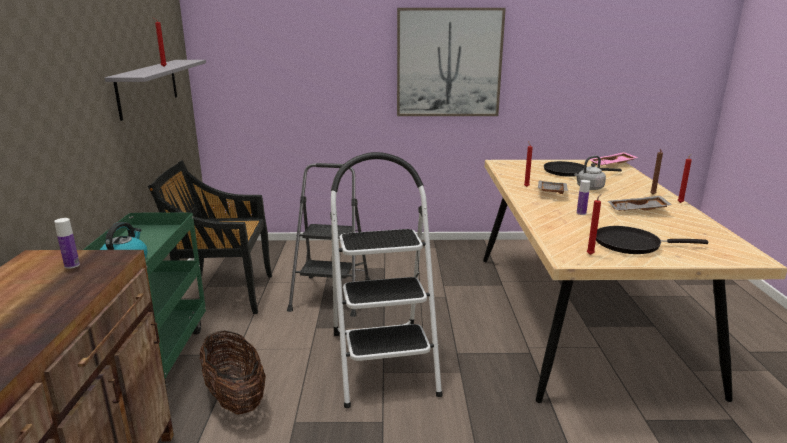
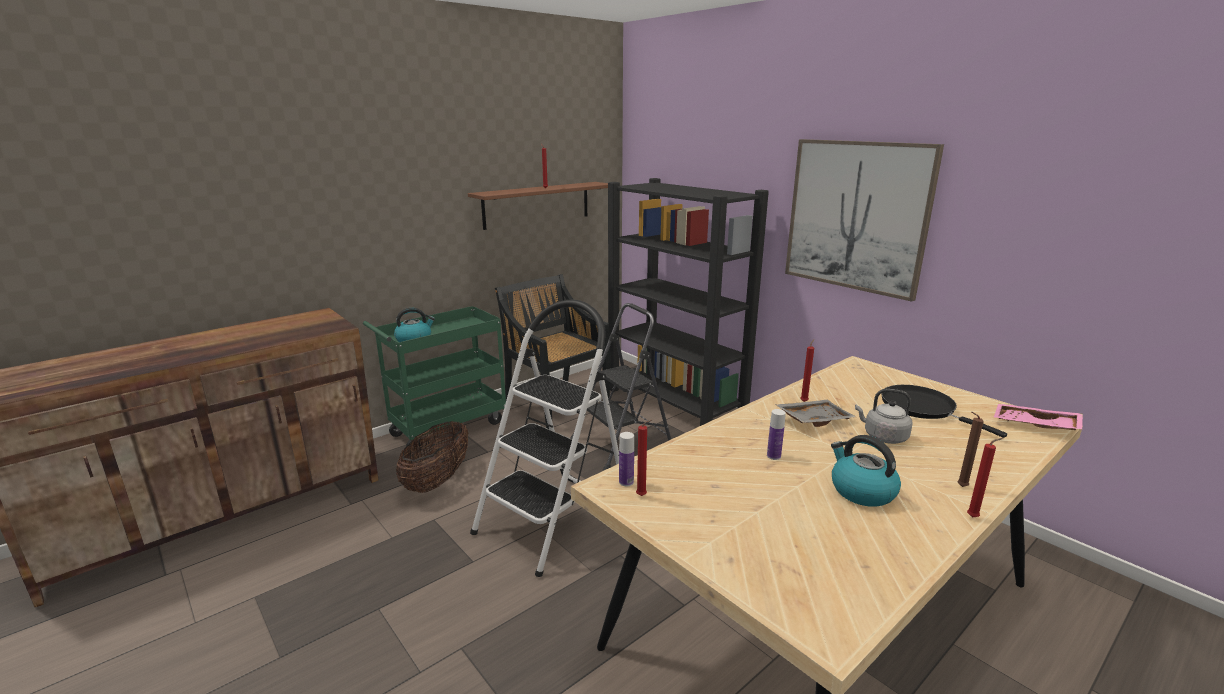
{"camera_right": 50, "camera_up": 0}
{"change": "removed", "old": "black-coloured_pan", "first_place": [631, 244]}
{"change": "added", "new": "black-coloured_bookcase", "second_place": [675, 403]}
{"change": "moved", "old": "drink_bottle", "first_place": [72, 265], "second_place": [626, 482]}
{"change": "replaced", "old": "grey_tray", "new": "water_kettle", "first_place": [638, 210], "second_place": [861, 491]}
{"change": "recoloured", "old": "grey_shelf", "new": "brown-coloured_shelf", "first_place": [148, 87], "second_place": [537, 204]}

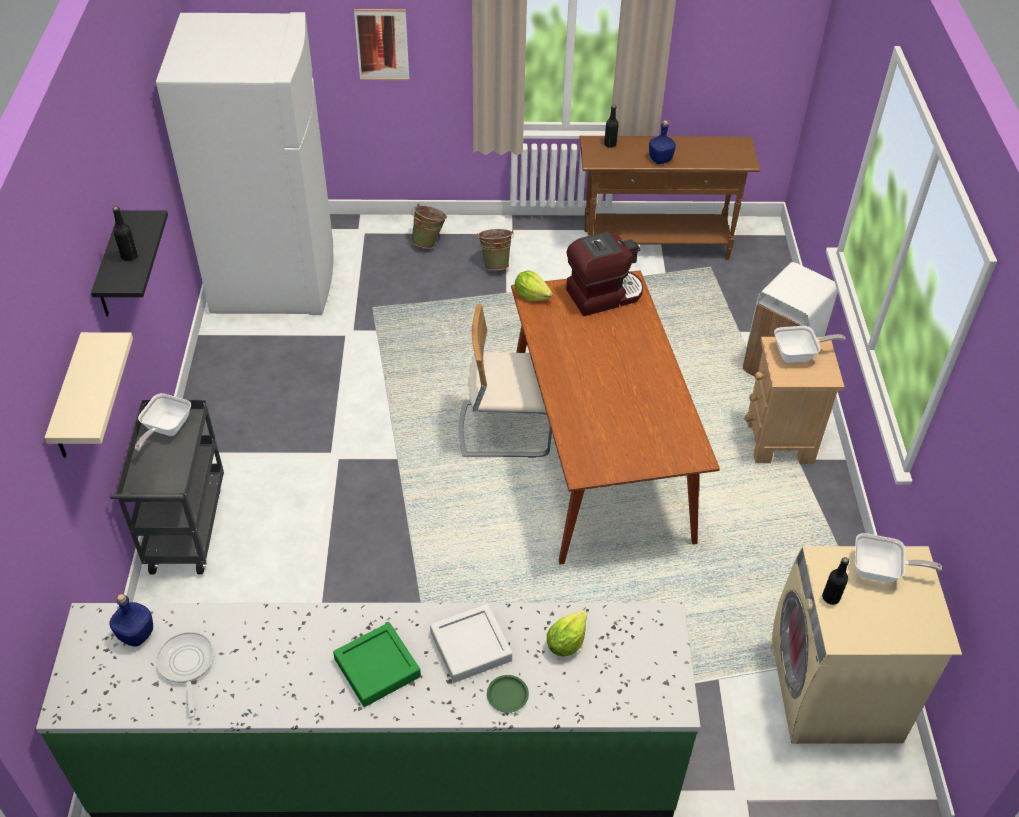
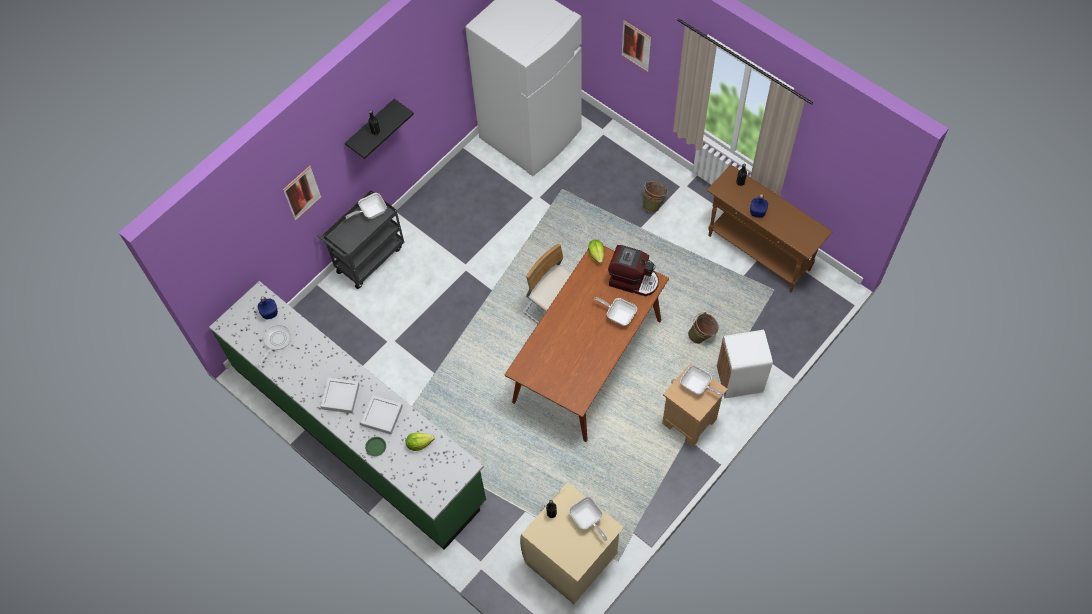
{"camera_right": 45, "camera_up": 15}
{"change": "added", "new": "pan", "second_place": [618, 315]}
{"change": "moved", "old": "greenish_pail", "first_place": [429, 242], "second_place": [702, 336]}
{"change": "replaced", "old": "beige_shelf", "new": "wall_picture", "first_place": [69, 400], "second_place": [302, 193]}
{"change": "recoloured", "old": "greenish_tray", "new": "grey_tray", "first_place": [377, 668], "second_place": [340, 397]}

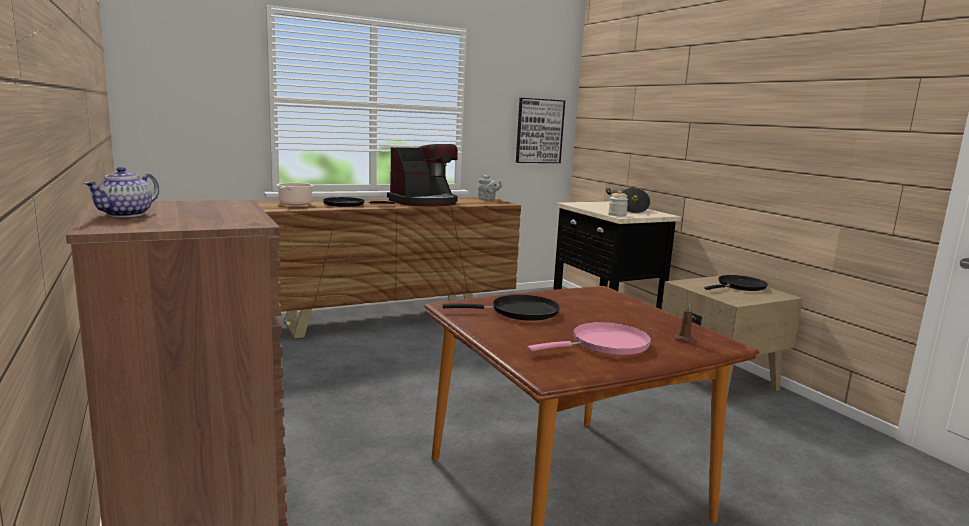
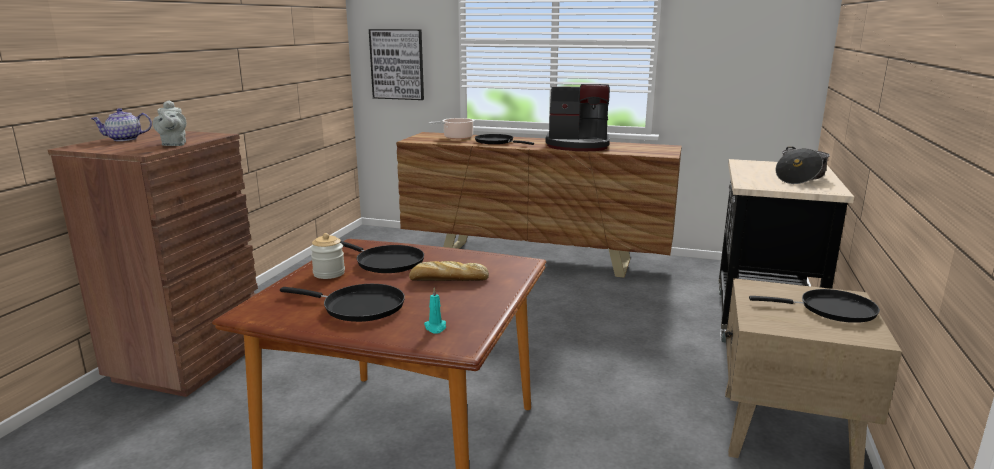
{"camera_right": 45, "camera_up": 5}
{"change": "added", "new": "bread", "second_place": [447, 280]}
{"change": "moved", "old": "grey_teapot", "first_place": [488, 199], "second_place": [173, 144]}
{"change": "moved", "old": "wall_picture", "first_place": [539, 131], "second_place": [397, 64]}
{"change": "moved", "old": "preserve_jar", "first_place": [617, 215], "second_place": [329, 273]}
{"change": "recoloured", "old": "pinkish_pan", "new": "black-coloured_pan", "first_place": [605, 344], "second_place": [358, 307]}
{"change": "recoloured", "old": "brown-coloured_wax_candle", "new": "turquoise-coloured_wax_candle", "first_place": [685, 340], "second_place": [435, 327]}

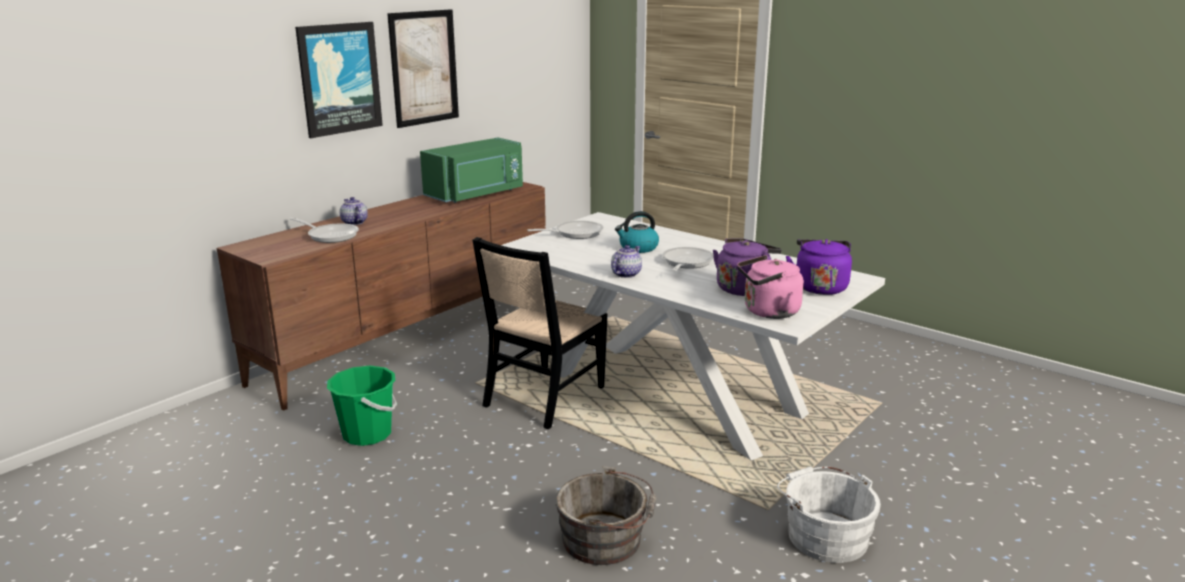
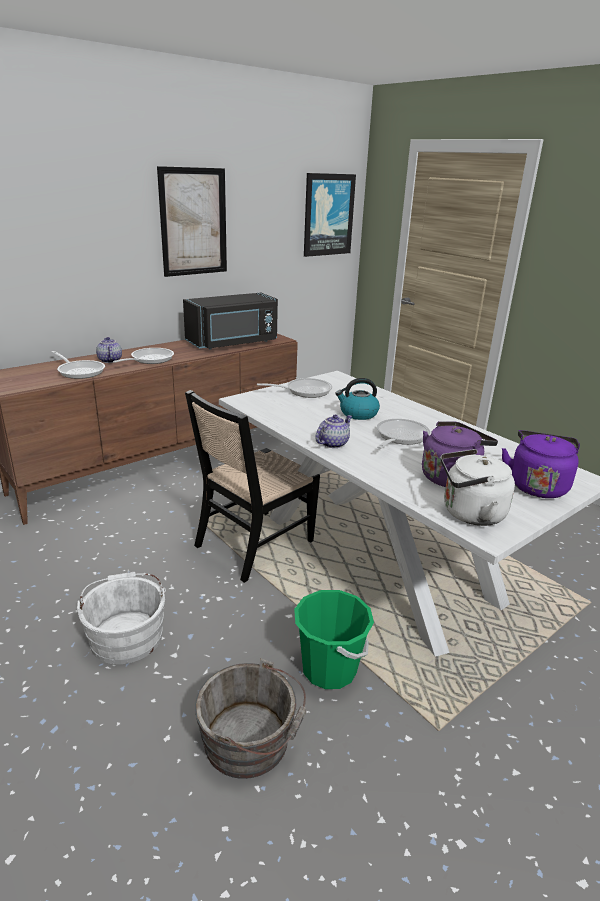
{"camera_right": 10, "camera_up": 5}
{"change": "added", "new": "pan", "second_place": [149, 359]}
{"change": "moved", "old": "wall_picture", "first_place": [339, 78], "second_place": [328, 215]}
{"change": "moved", "old": "greenish_pail", "first_place": [367, 434], "second_place": [329, 669]}
{"change": "moved", "old": "white-coloured_pail", "first_place": [824, 535], "second_place": [126, 634]}
{"change": "recoloured", "old": "greenish_microwave", "new": "black-coloured_microwave", "first_place": [477, 194], "second_place": [233, 343]}
{"change": "recoloured", "old": "pinkish_water_kettle", "new": "white-coloured_water_kettle", "first_place": [768, 312], "second_place": [469, 513]}

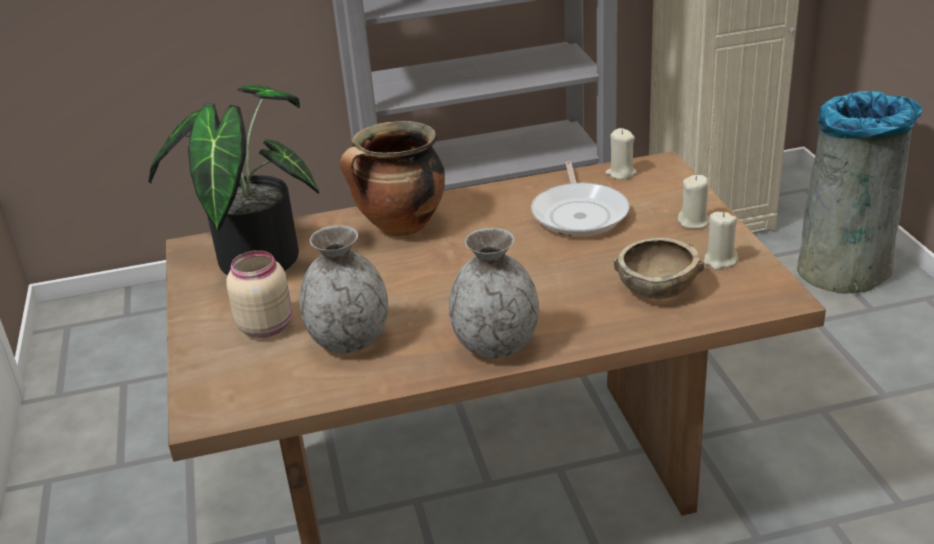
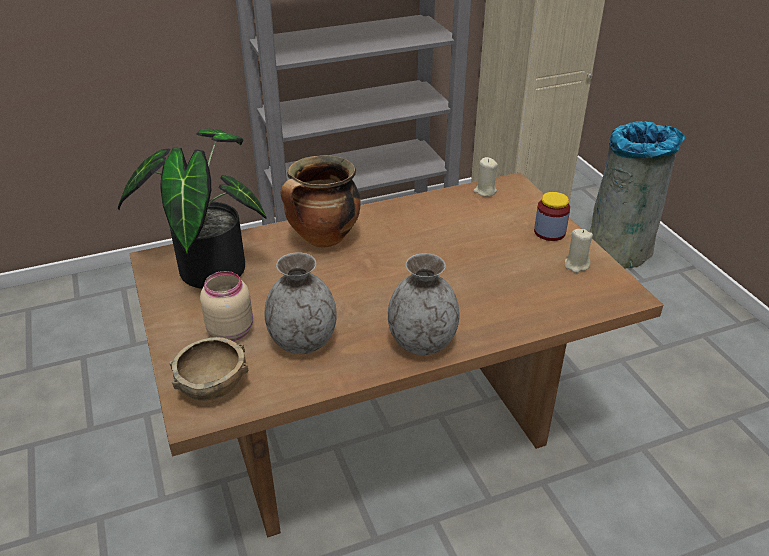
{"camera_right": -10, "camera_up": 5}
{"change": "removed", "old": "pan", "first_place": [579, 213]}
{"change": "moved", "old": "brown-coloured_bowl", "first_place": [657, 288], "second_place": [213, 384]}
{"change": "replaced", "old": "beige_wax_candle", "new": "preserve_jar", "first_place": [694, 222], "second_place": [549, 232]}

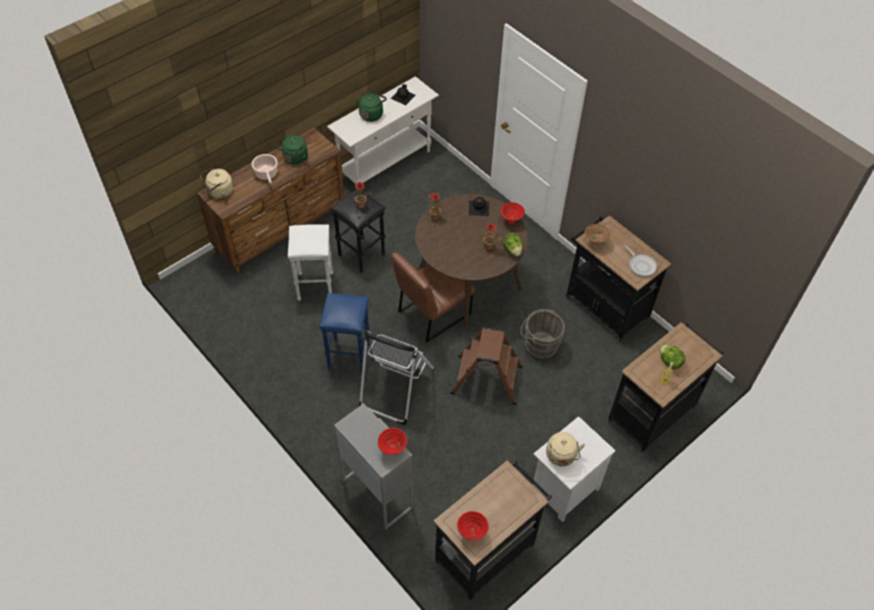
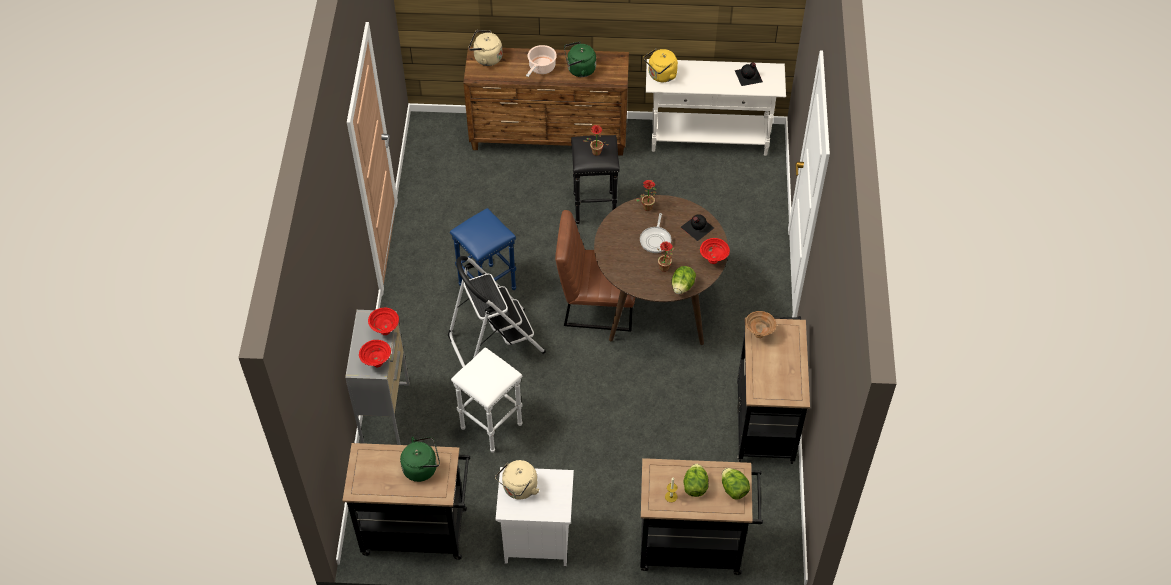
{"camera_right": 45, "camera_up": 0}
{"change": "removed", "old": "brown-coloured_step_ladder", "first_place": [486, 379]}
{"change": "removed", "old": "grey_pail", "first_place": [539, 344]}
{"change": "added", "new": "yellow_water_kettle", "second_place": [661, 75]}
{"change": "added", "new": "lettuce_head", "second_place": [734, 489]}
{"change": "moved", "old": "white-coloured_sitting_stool", "first_place": [316, 285], "second_place": [493, 426]}
{"change": "moved", "old": "greenish_water_kettle", "first_place": [371, 114], "second_place": [422, 467]}
{"change": "moved", "old": "red_bowl", "first_place": [471, 532], "second_place": [385, 330]}
{"change": "moved", "old": "pan", "first_place": [641, 265], "second_place": [656, 240]}

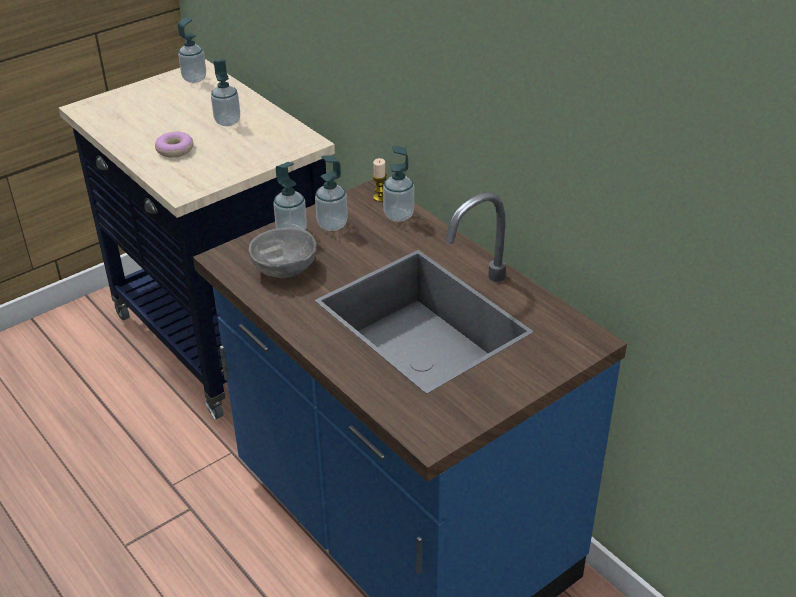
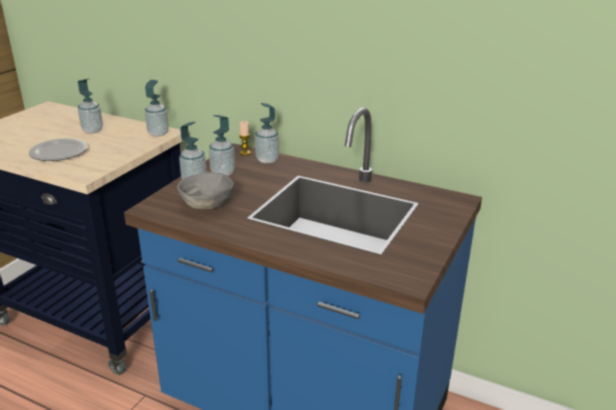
{"camera_right": -25, "camera_up": -10}
{"change": "moved", "old": "liquid_soap_bottle", "first_place": [194, 78], "second_place": [158, 133]}
{"change": "replaced", "old": "donut", "new": "plate", "first_place": [175, 150], "second_place": [60, 152]}

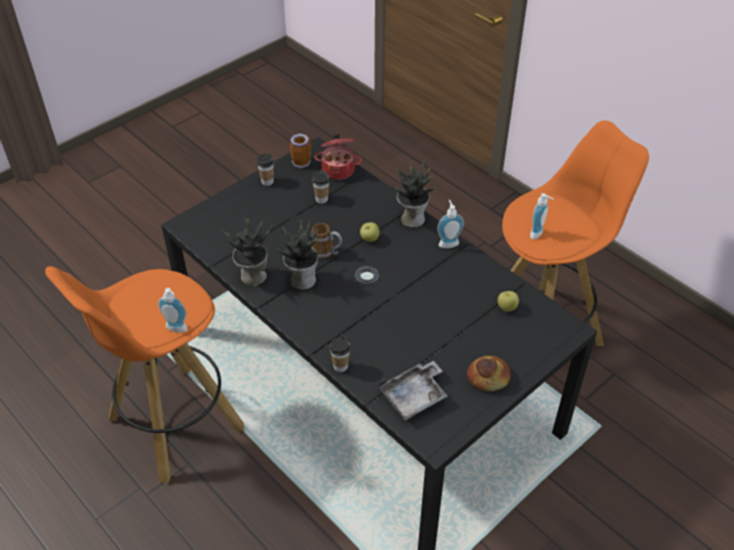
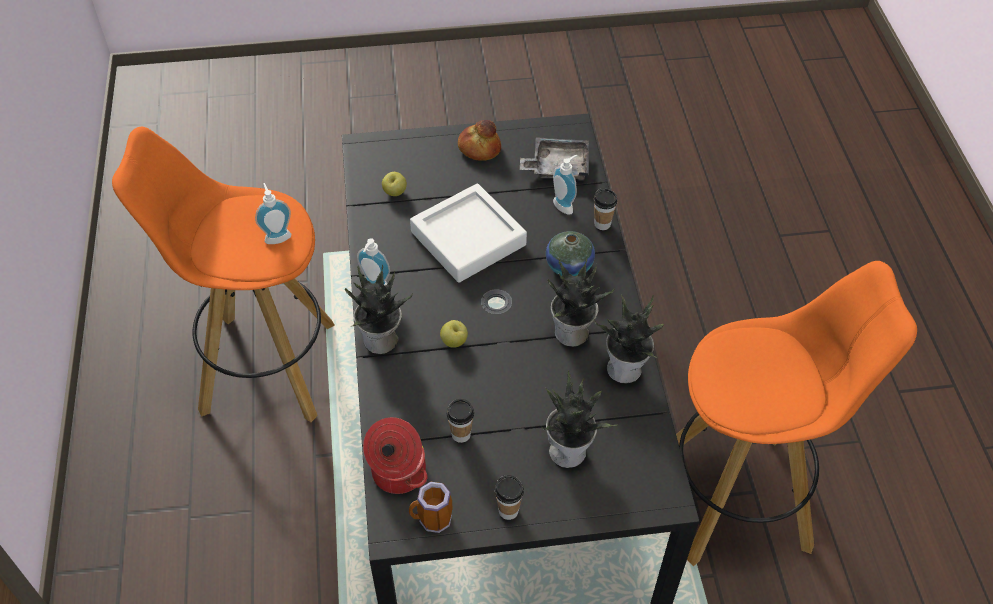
{"camera_right": -145, "camera_up": 5}
{"change": "removed", "old": "coffee_mug", "first_place": [326, 252]}
{"change": "added", "new": "white-coloured_tray", "second_place": [468, 238]}
{"change": "added", "new": "plant_in_a_pot", "second_place": [569, 451]}
{"change": "added", "new": "vase", "second_place": [569, 266]}
{"change": "moved", "old": "liquid_soap_bottle", "first_place": [175, 329], "second_place": [565, 205]}

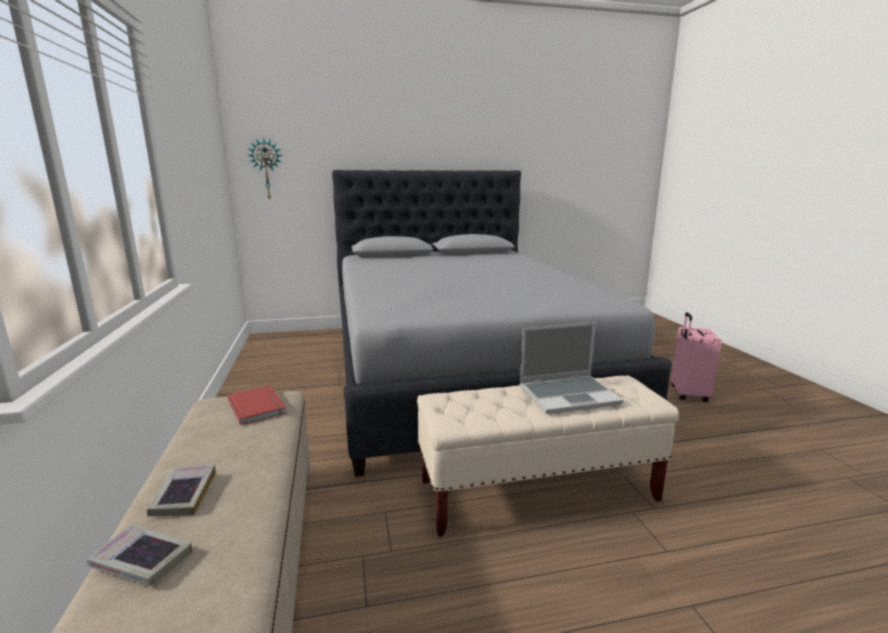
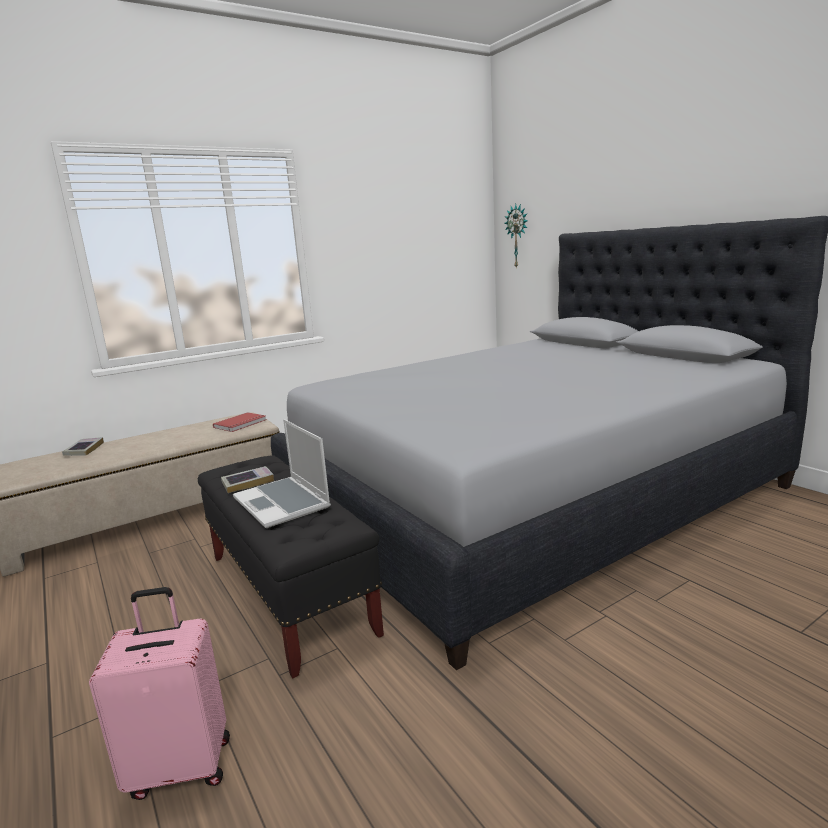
{"camera_right": 70, "camera_up": 0}
{"change": "moved", "old": "bound_book", "first_place": [184, 495], "second_place": [248, 483]}
{"change": "moved", "old": "pinkish_travel_case", "first_place": [687, 394], "second_place": [181, 766]}
{"change": "recoloured", "old": "beige_bench", "new": "black-coloured_bench", "first_place": [538, 491], "second_place": [289, 593]}

